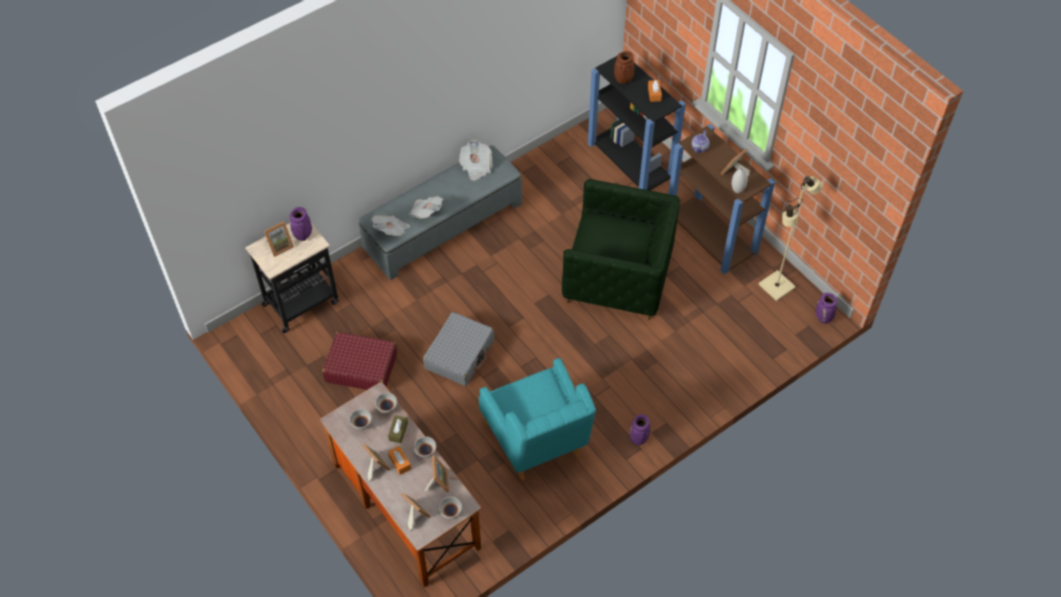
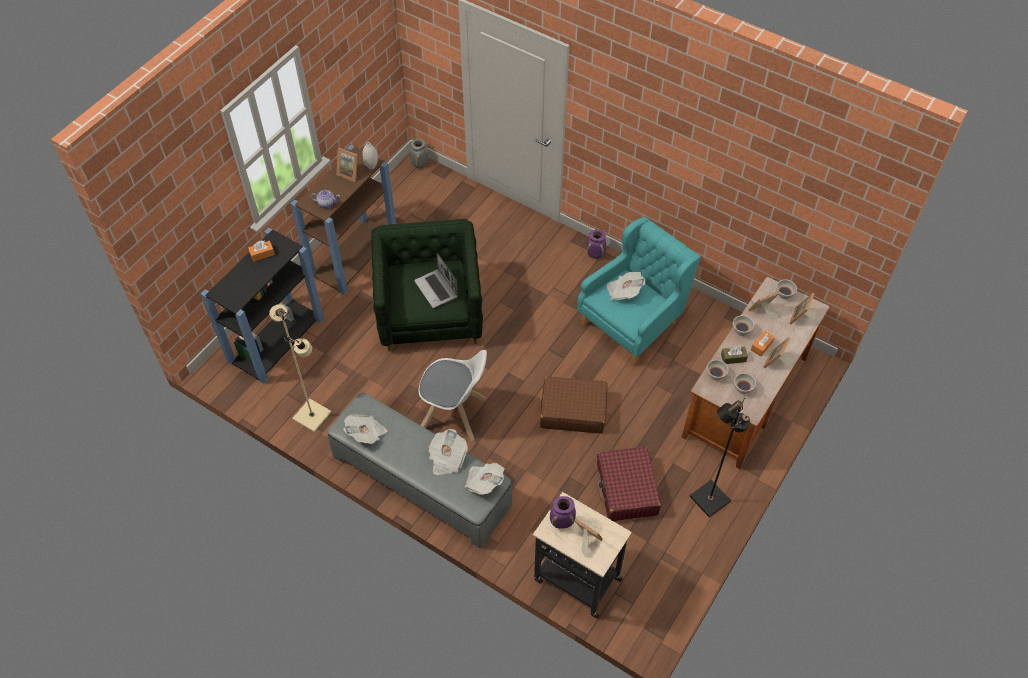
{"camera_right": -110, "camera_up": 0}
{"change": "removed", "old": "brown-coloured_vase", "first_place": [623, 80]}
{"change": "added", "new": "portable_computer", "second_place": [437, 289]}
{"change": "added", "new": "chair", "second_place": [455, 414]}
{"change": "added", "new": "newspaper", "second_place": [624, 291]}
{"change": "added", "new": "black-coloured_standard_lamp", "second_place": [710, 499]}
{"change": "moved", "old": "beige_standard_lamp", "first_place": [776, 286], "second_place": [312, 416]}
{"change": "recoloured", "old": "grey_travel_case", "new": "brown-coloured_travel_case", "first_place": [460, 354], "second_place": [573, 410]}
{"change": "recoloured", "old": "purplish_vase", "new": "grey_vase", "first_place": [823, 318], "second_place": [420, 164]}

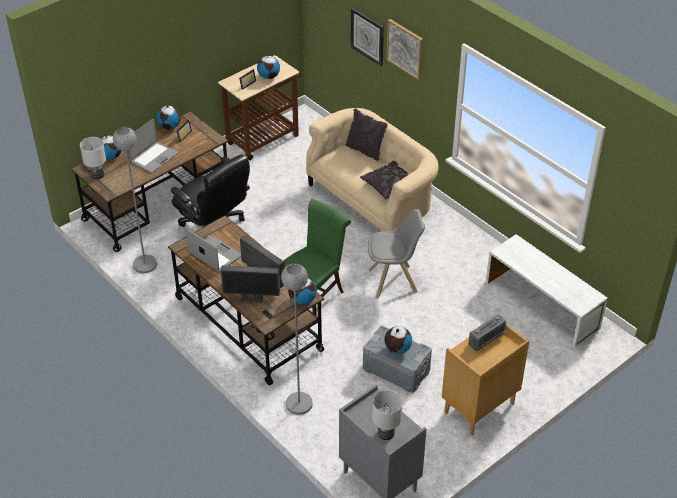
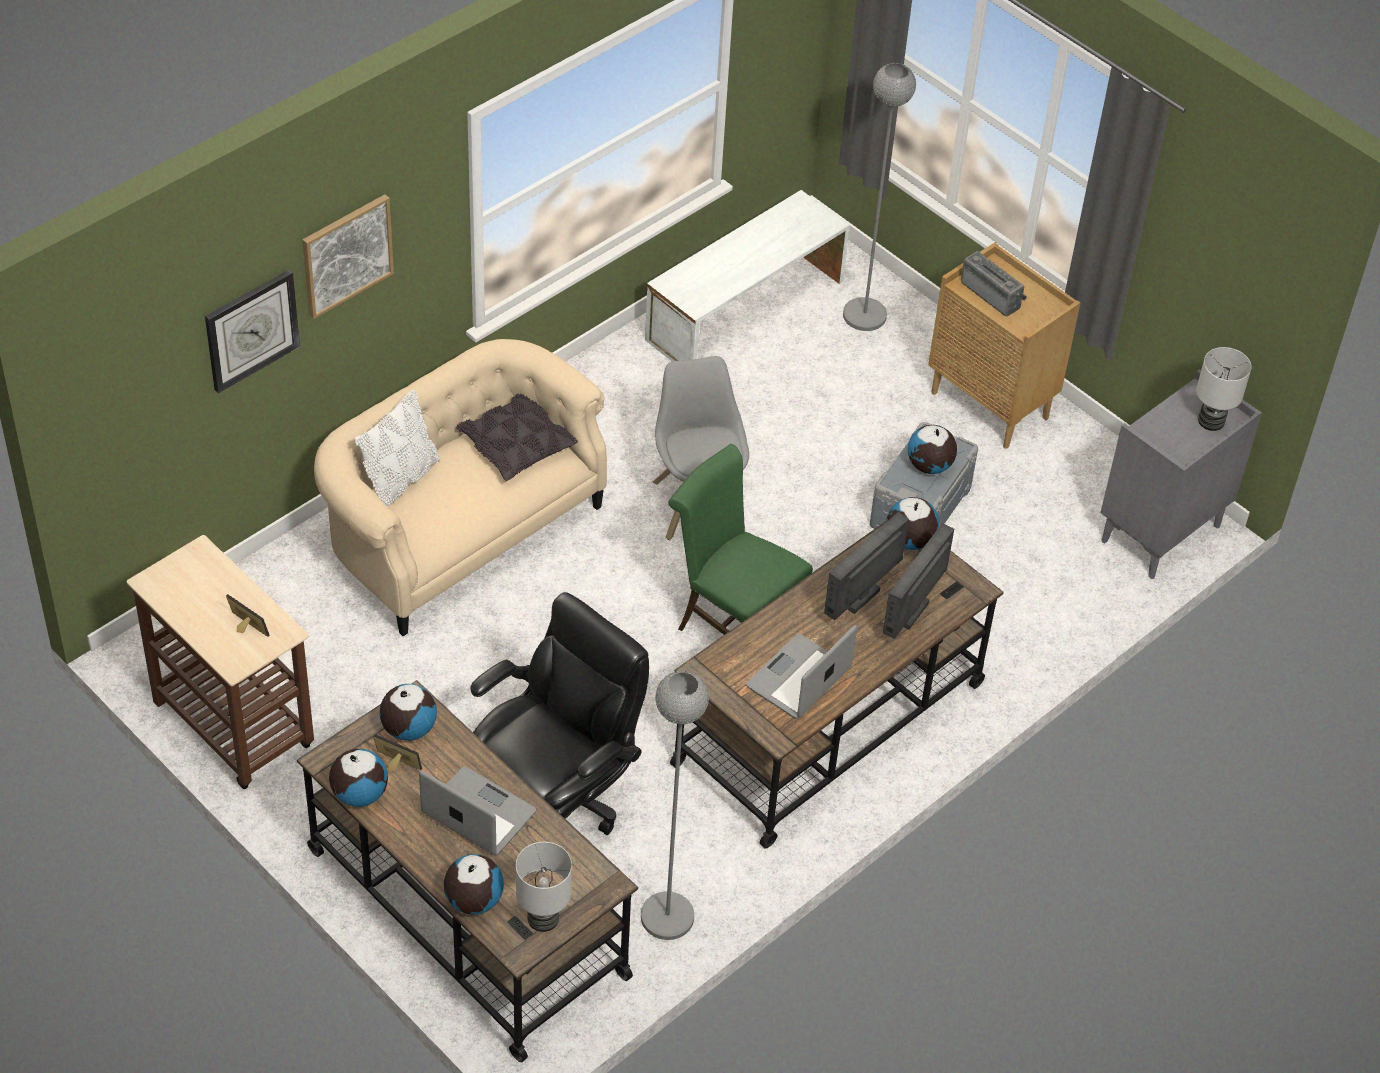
{"camera_right": -95, "camera_up": 5}
{"change": "moved", "old": "world_globe", "first_place": [269, 76], "second_place": [408, 729]}
{"change": "moved", "old": "grey_standard_lamp", "first_place": [299, 403], "second_place": [864, 315]}
{"change": "recoloured", "old": "black-coloured_pillow", "new": "white-coloured_pillow", "first_place": [365, 150], "second_place": [400, 480]}
{"change": "turned", "old": "monitor", "first_place": [252, 298], "second_place": [914, 614], "degrees": -150}

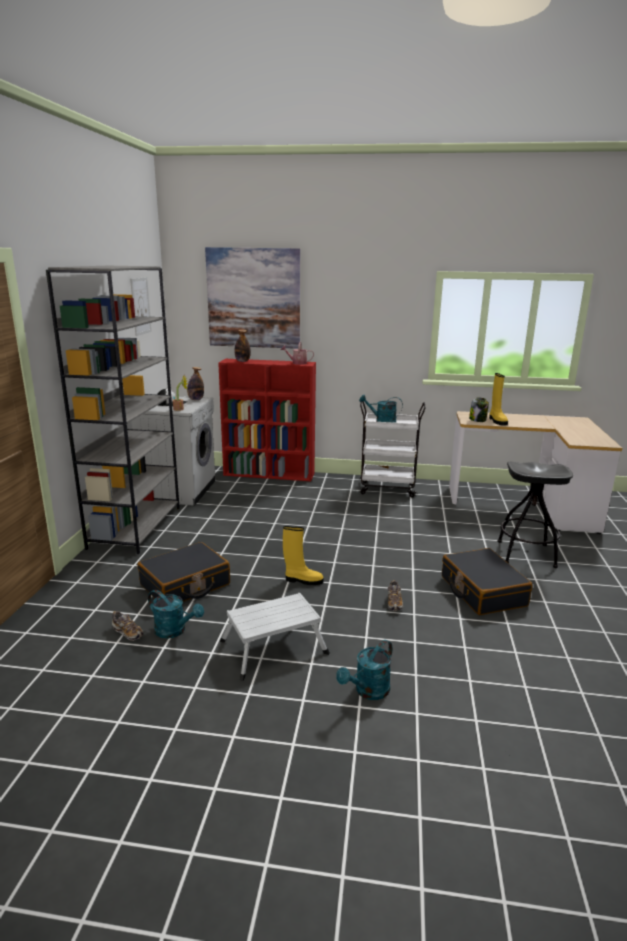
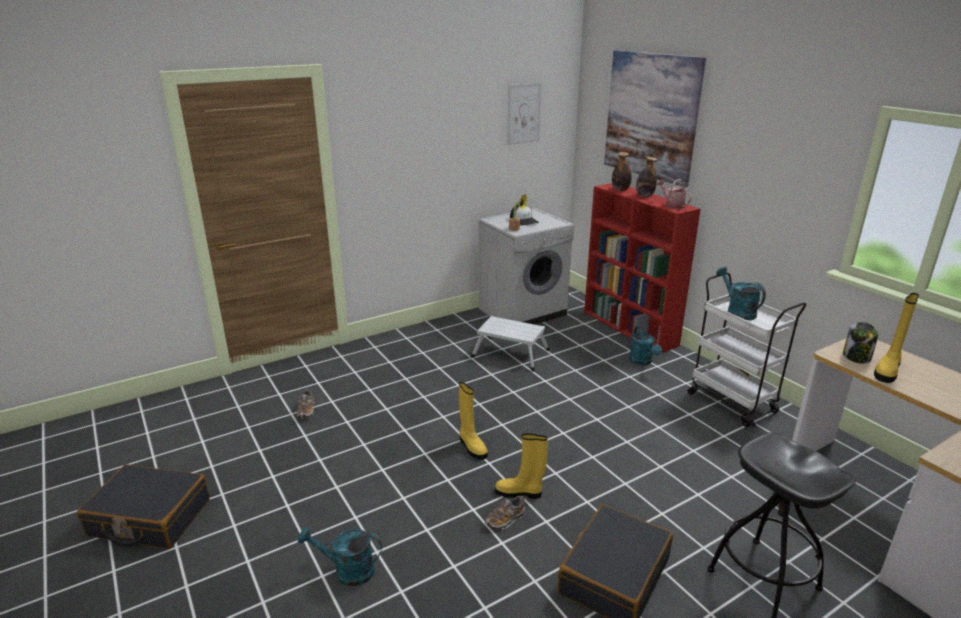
{"camera_right": 50, "camera_up": 5}
{"change": "removed", "old": "grey_bookcase", "first_place": [135, 527]}
{"change": "added", "new": "yellow_boot", "second_place": [520, 492]}
{"change": "moved", "old": "black-coloured_travel_case", "first_place": [185, 585], "second_place": [149, 518]}
{"change": "moved", "old": "turquoise-coloured_watering_pot", "first_place": [175, 631], "second_place": [642, 361]}
{"change": "moved", "old": "drink_bottle", "first_place": [196, 399], "second_place": [644, 196]}
{"change": "moved", "old": "white-coloured_step_ladder", "first_place": [273, 647], "second_place": [510, 353]}

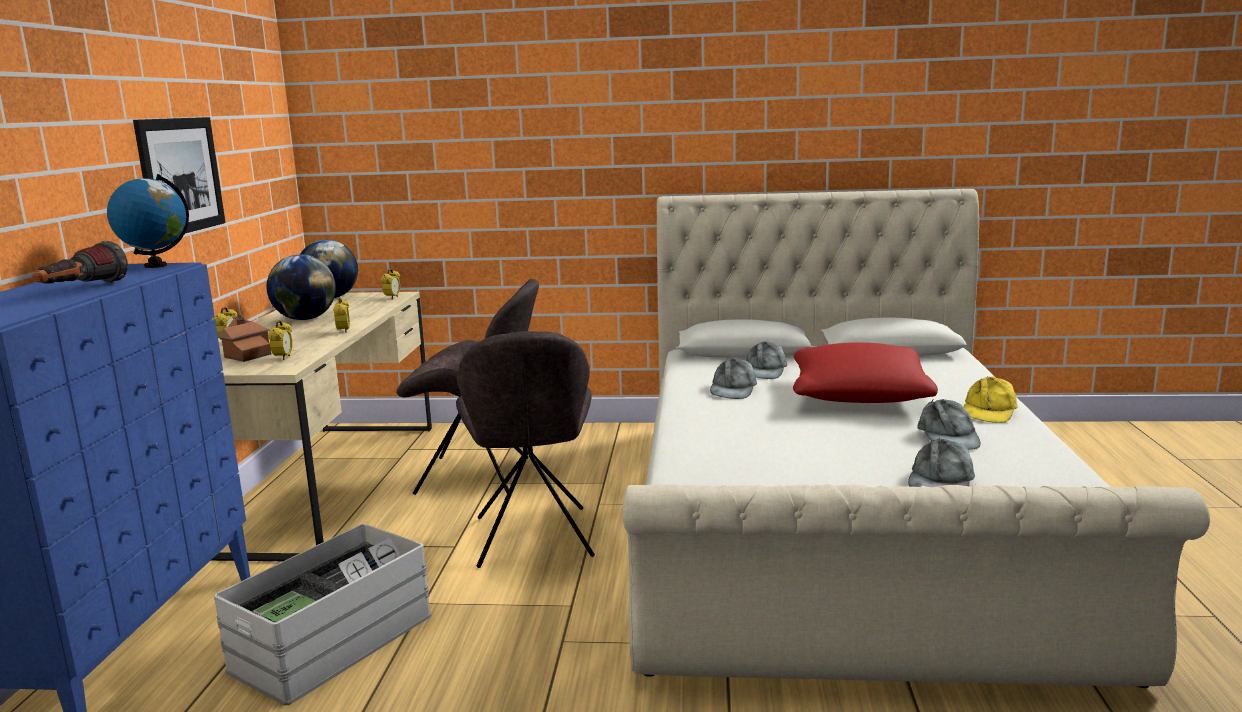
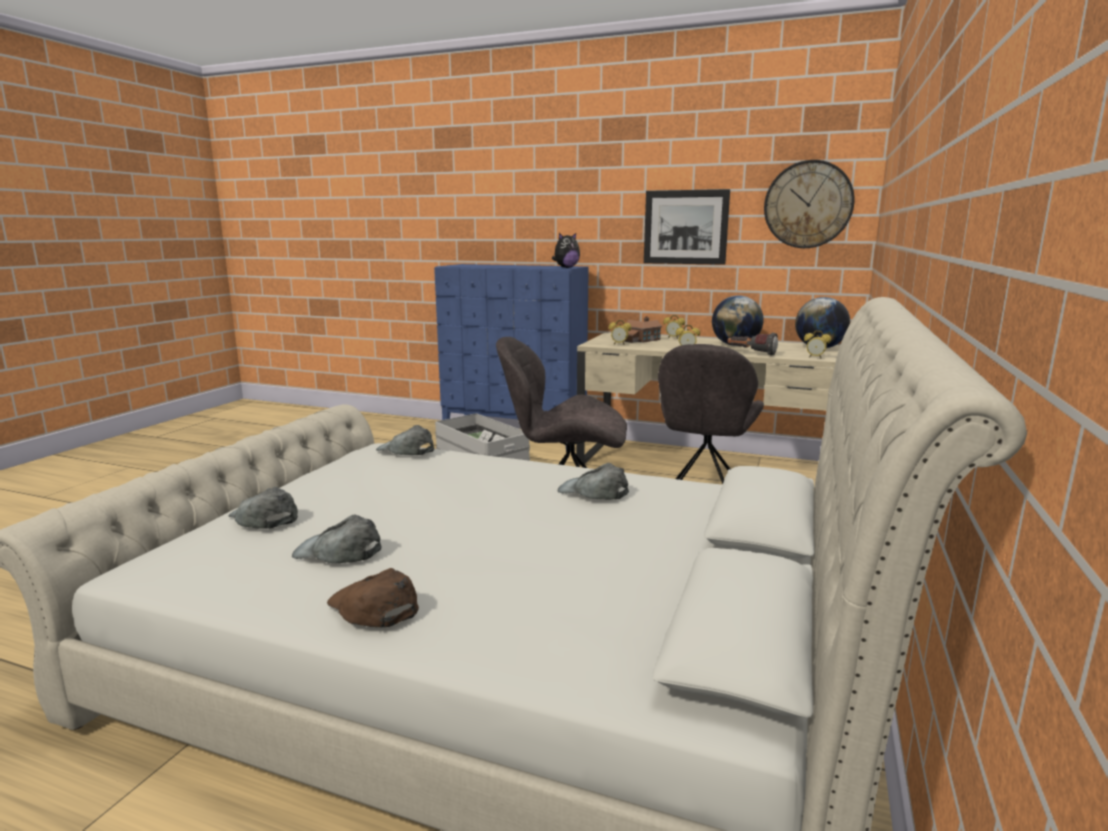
{"camera_right": 105, "camera_up": 0}
{"change": "removed", "old": "red_pillow", "first_place": [859, 396]}
{"change": "added", "new": "clock_on_the_wall", "second_place": [808, 204]}
{"change": "moved", "old": "flashlight", "first_place": [81, 290], "second_place": [751, 353]}
{"change": "moved", "old": "grey_cap", "first_place": [764, 370], "second_place": [405, 450]}
{"change": "replaced", "old": "world_globe", "new": "cuddly_toy", "first_place": [155, 266], "second_place": [566, 267]}
{"change": "recoloured", "old": "yellow_cap", "new": "brown-coloured_cap", "first_place": [989, 411], "second_place": [373, 606]}

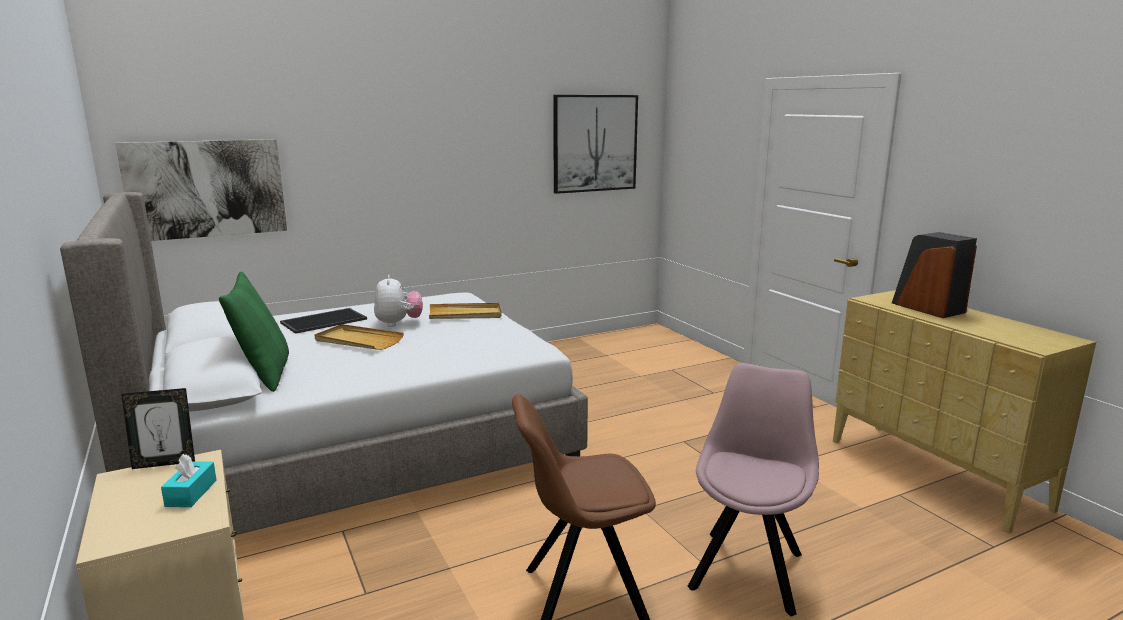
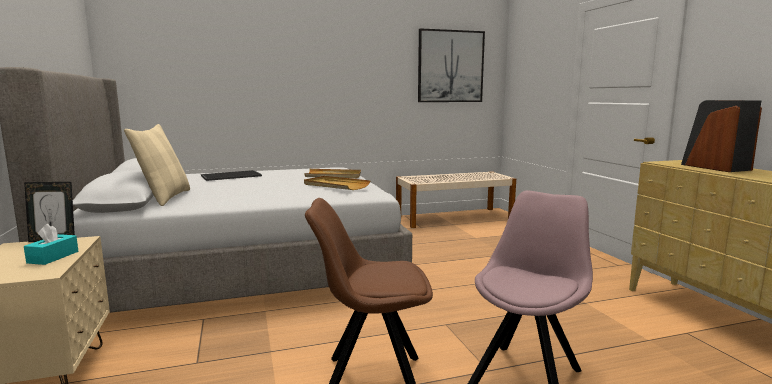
{"camera_right": 10, "camera_up": -5}
{"change": "removed", "old": "wall_picture", "first_place": [206, 189]}
{"change": "removed", "old": "cuddly_toy", "first_place": [398, 323]}
{"change": "added", "new": "beige_bench", "second_place": [454, 217]}
{"change": "moved", "old": "beige_tray", "first_place": [358, 341], "second_place": [336, 185]}
{"change": "recoloured", "old": "greenish_pillow", "new": "beige_pillow", "first_place": [264, 374], "second_place": [165, 198]}

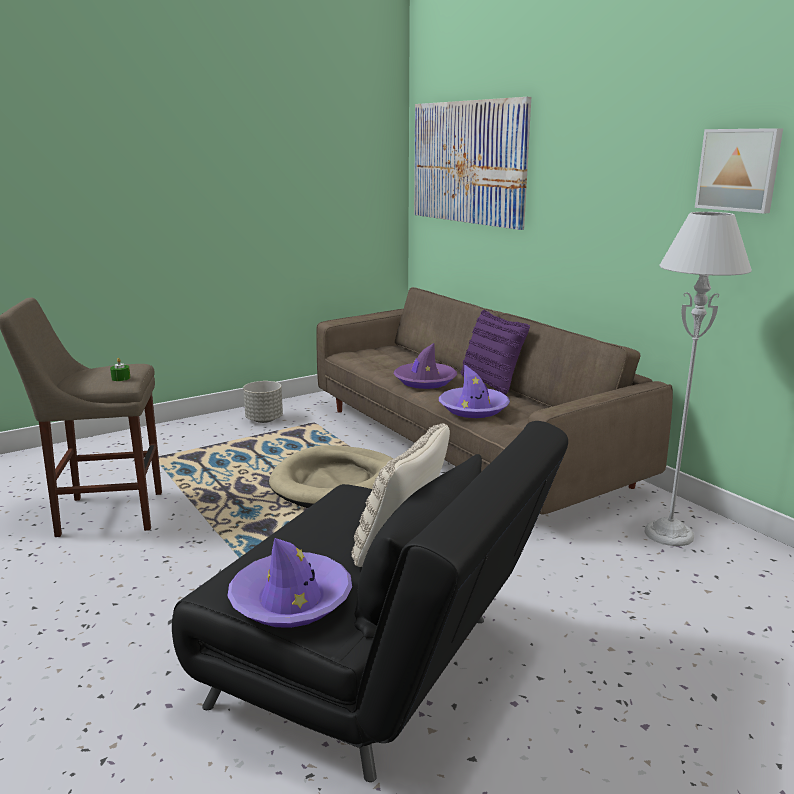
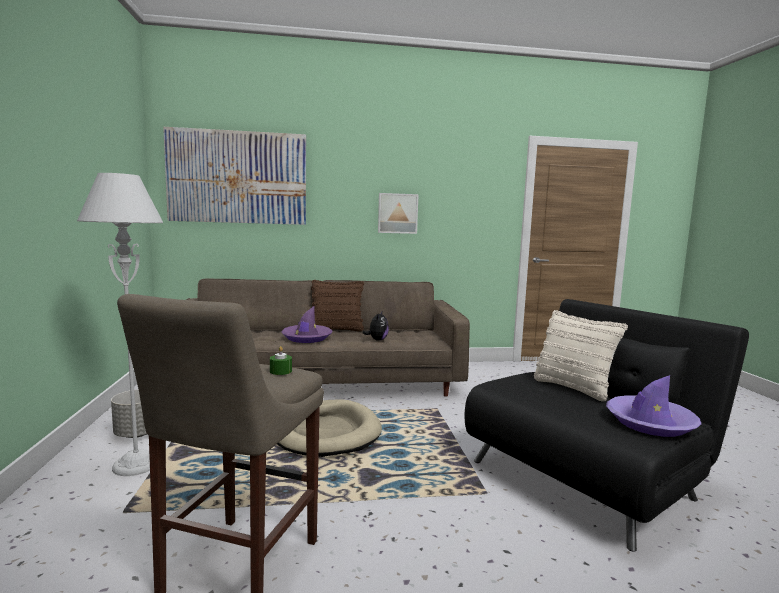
{"camera_right": -65, "camera_up": -10}
{"change": "moved", "old": "grey_standard_lamp", "first_place": [669, 534], "second_place": [136, 464]}
{"change": "moved", "old": "wall_picture", "first_place": [739, 170], "second_place": [397, 213]}
{"change": "replaced", "old": "purplish_wearable_hat", "new": "cuddly_toy", "first_place": [473, 409], "second_place": [377, 340]}
{"change": "recoloured", "old": "purplish_pillow", "new": "brown-coloured_pillow", "first_place": [492, 384], "second_place": [337, 330]}

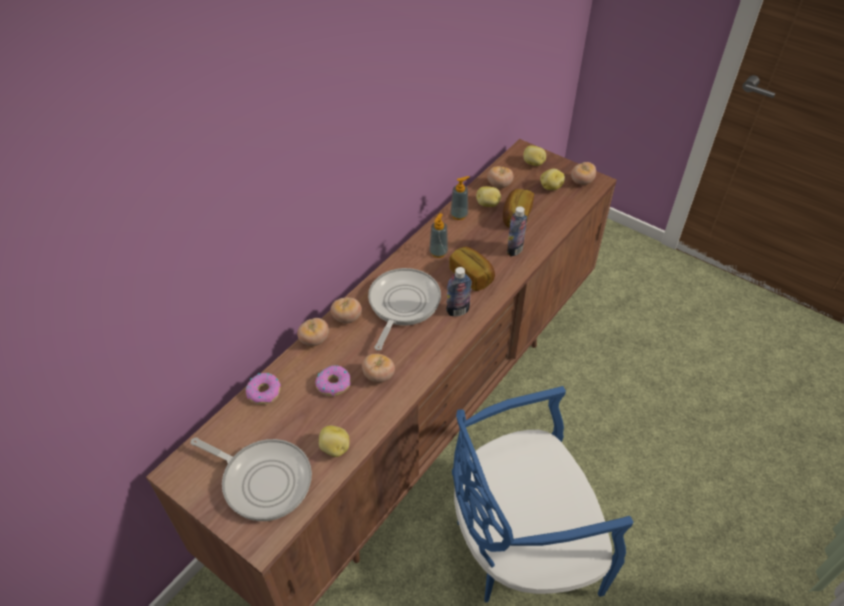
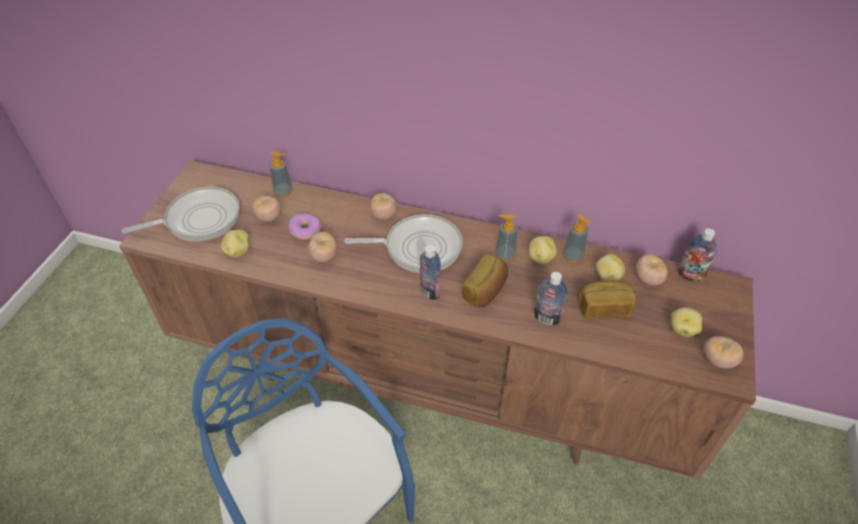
{"camera_right": 70, "camera_up": 0}
{"change": "added", "new": "drink_bottle", "second_place": [690, 275]}
{"change": "moved", "old": "whole_tomato", "first_place": [314, 340], "second_place": [269, 217]}
{"change": "moved", "old": "potato", "first_place": [533, 163], "second_place": [540, 258]}
{"change": "replaced", "old": "donut", "new": "liquid_soap_bottle", "first_place": [264, 392], "second_place": [283, 192]}
{"change": "turned", "old": "pan", "first_place": [263, 480], "second_place": [198, 219], "degrees": -120}

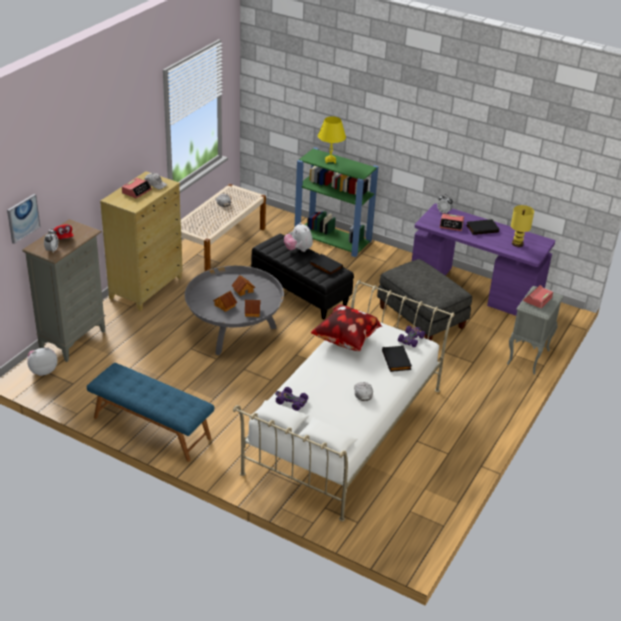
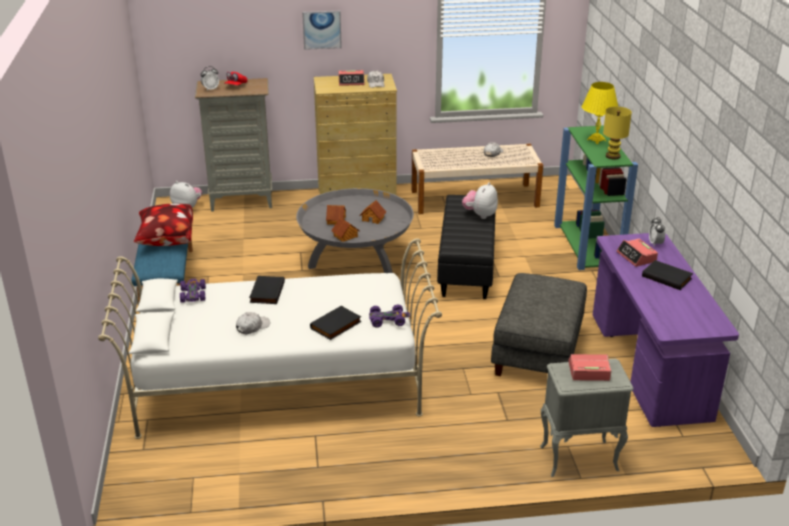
{"camera_right": 55, "camera_up": -5}
{"change": "moved", "old": "wall_picture", "first_place": [23, 218], "second_place": [322, 29]}
{"change": "moved", "old": "black-coloured_bound_book", "first_place": [325, 266], "second_place": [266, 292]}
{"change": "moved", "old": "pillow", "first_place": [346, 341], "second_place": [166, 241]}
{"change": "moved", "old": "yellow_tabletop_lamp", "first_place": [517, 243], "second_place": [613, 156]}

